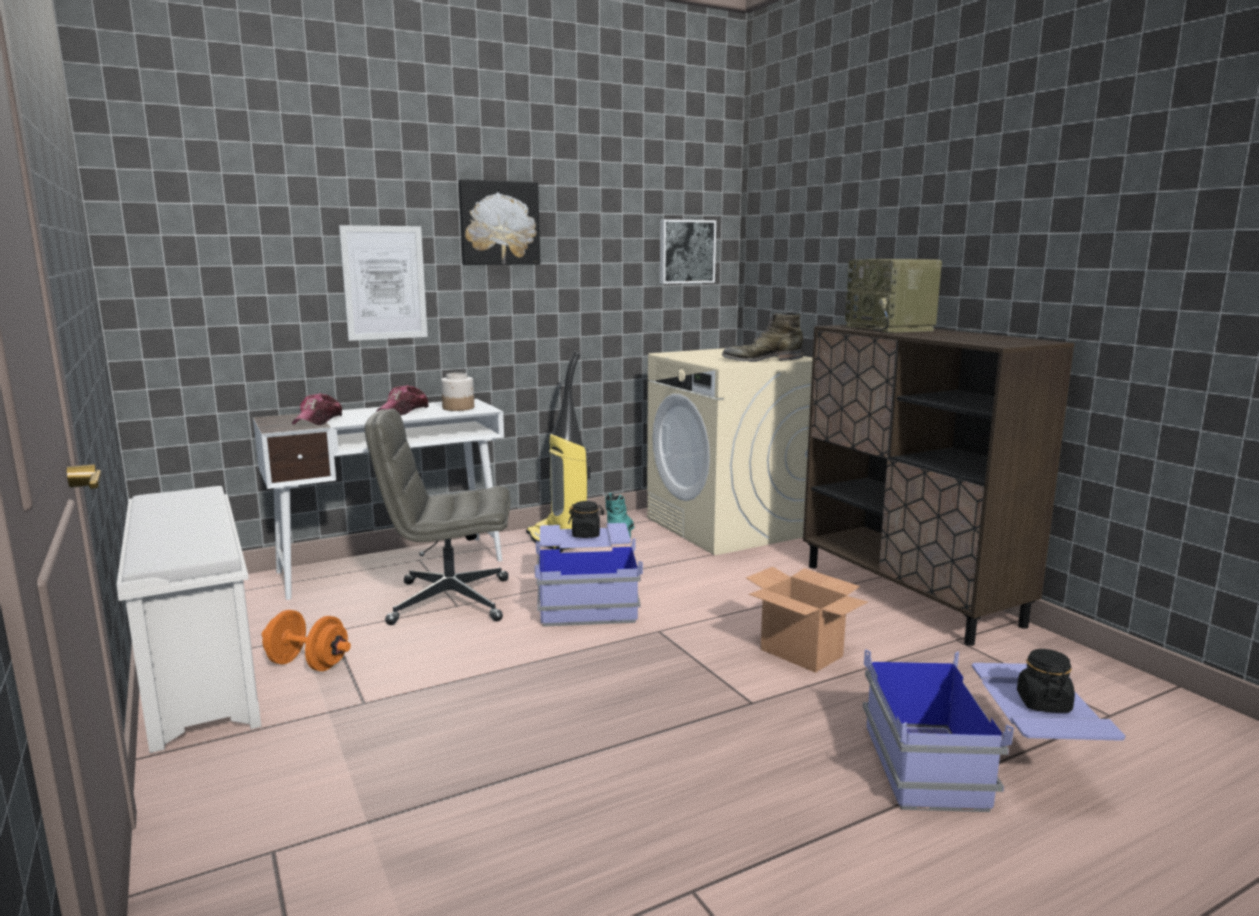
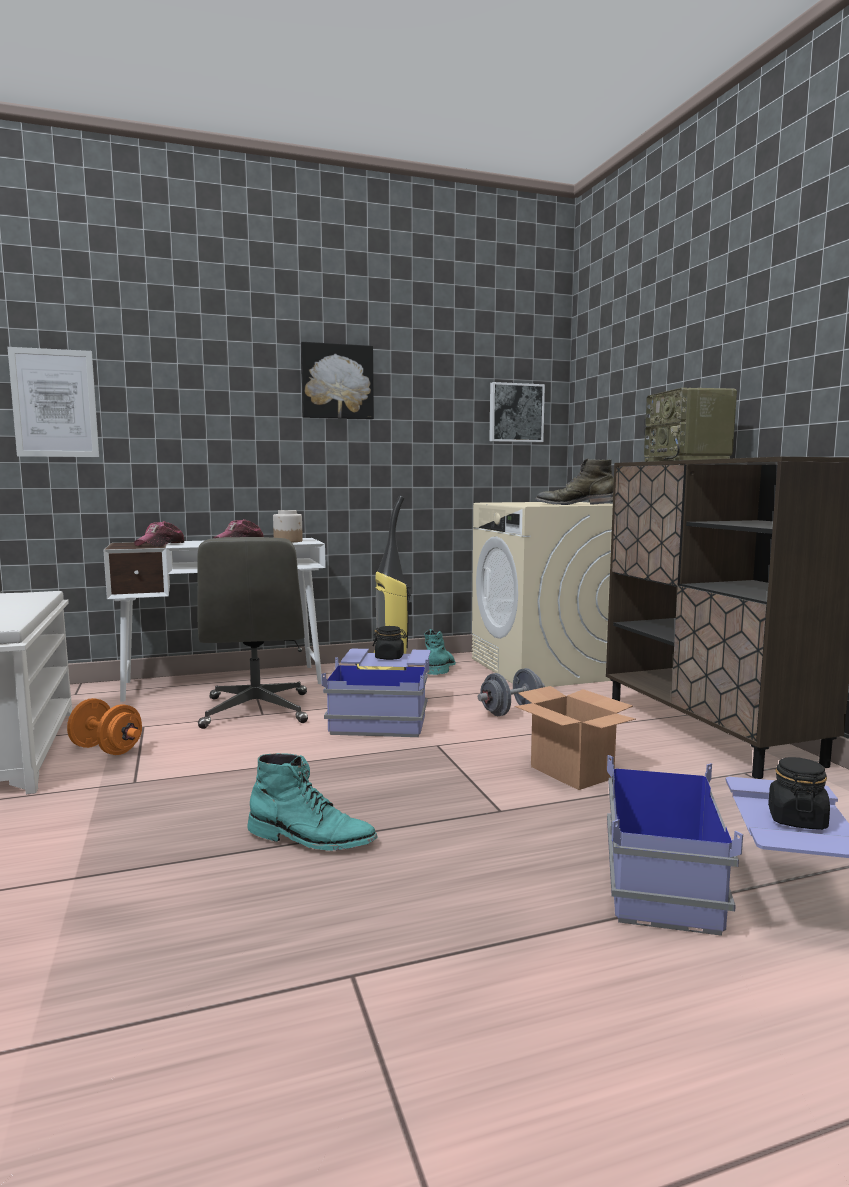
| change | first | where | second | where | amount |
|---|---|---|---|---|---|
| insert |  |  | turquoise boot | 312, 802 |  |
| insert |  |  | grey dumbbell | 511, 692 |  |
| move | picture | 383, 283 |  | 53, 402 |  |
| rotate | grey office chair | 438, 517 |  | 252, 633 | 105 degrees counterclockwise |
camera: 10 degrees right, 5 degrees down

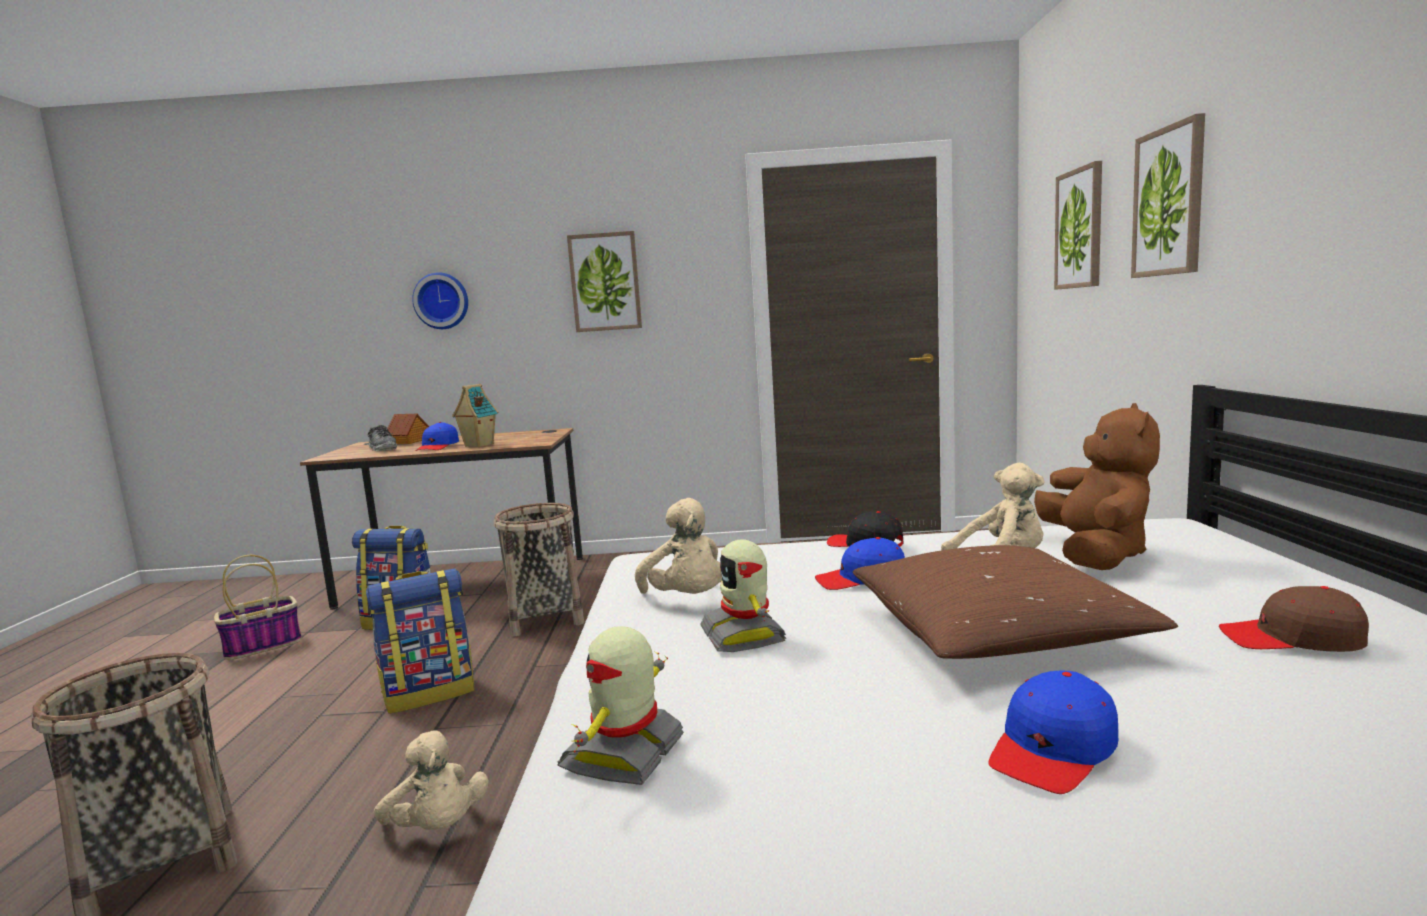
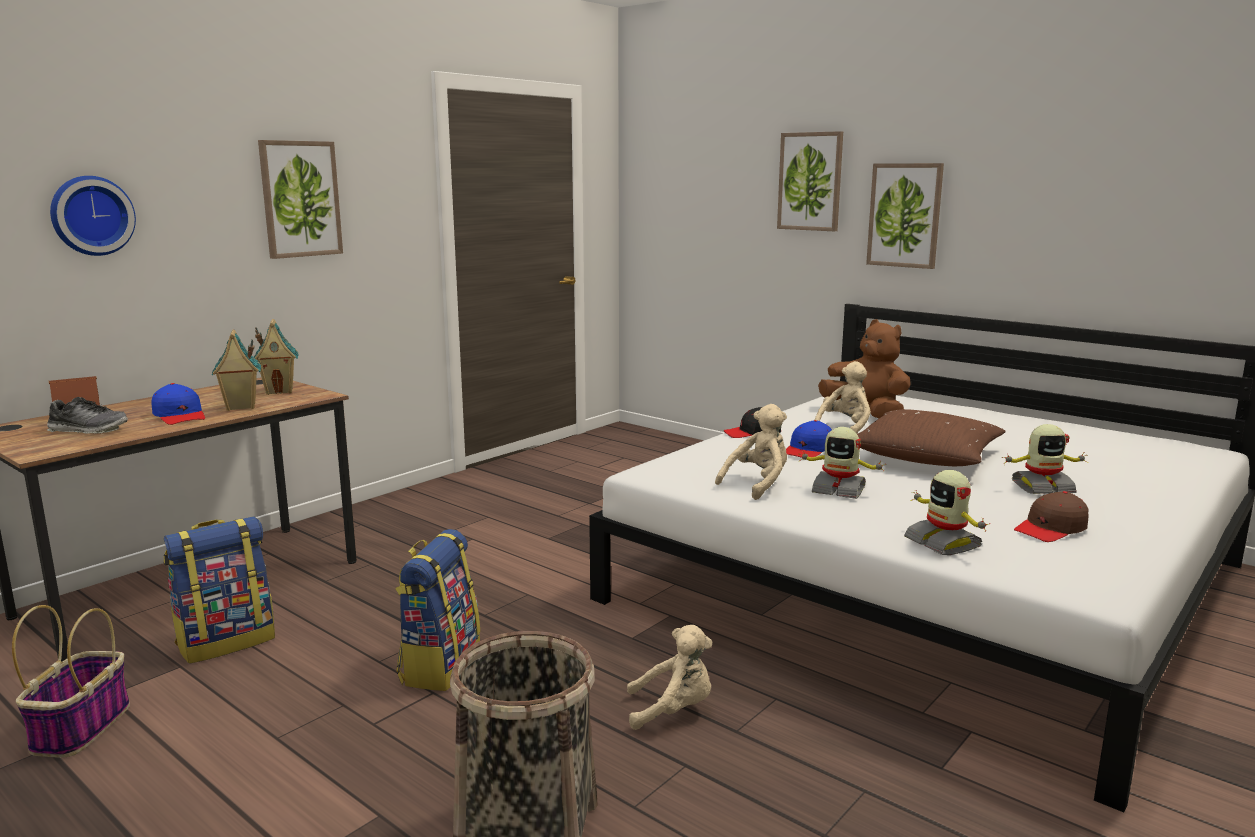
| change | first | where | second | where | amount |
|---|---|---|---|---|---|
| delete | basket | 538, 569 |  |  |  |
| insert |  |  | toy house | 276, 357 |  |
| move | picture | 1078, 225 |  | 905, 216 |  |
| move | brown cap | 1294, 619 |  | 1051, 516 |  |
| replace | blue cap | 1053, 732 | toy robot | 1045, 459 |  |
| rotate | beige plush toy | 678, 546 |  | 751, 452 | 60 degrees counterclockwise |
camera: 50 degrees left, 5 degrees up

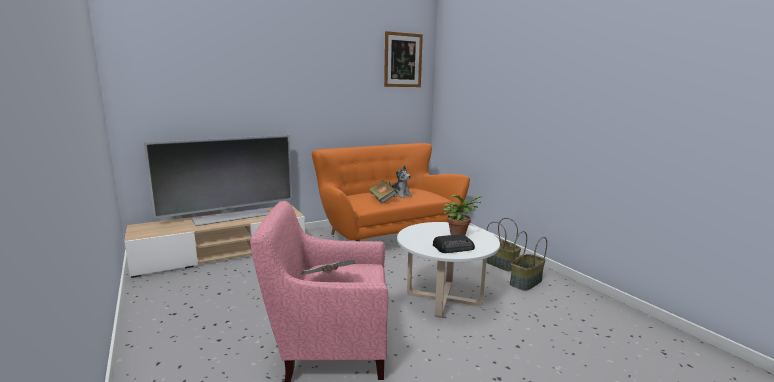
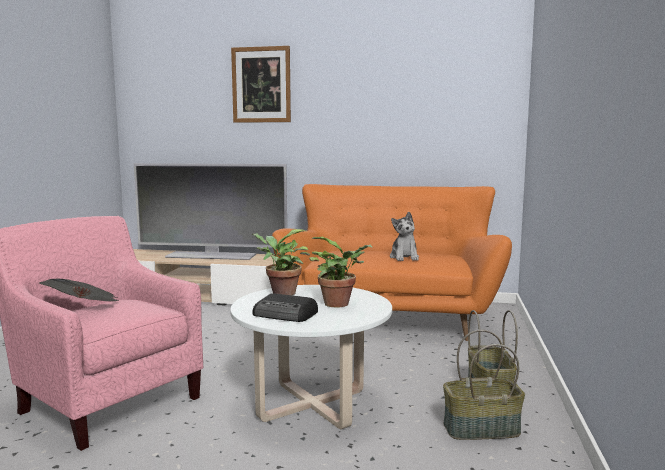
| change | first | where | second | where | amount |
|---|---|---|---|---|---|
| delete | book | 382, 192 |  |  |  |
| insert |  |  | potted plant | 280, 262 |  |
| move | picture | 403, 59 |  | 261, 84 |  |
camera: 40 degrees right, 5 degrees down

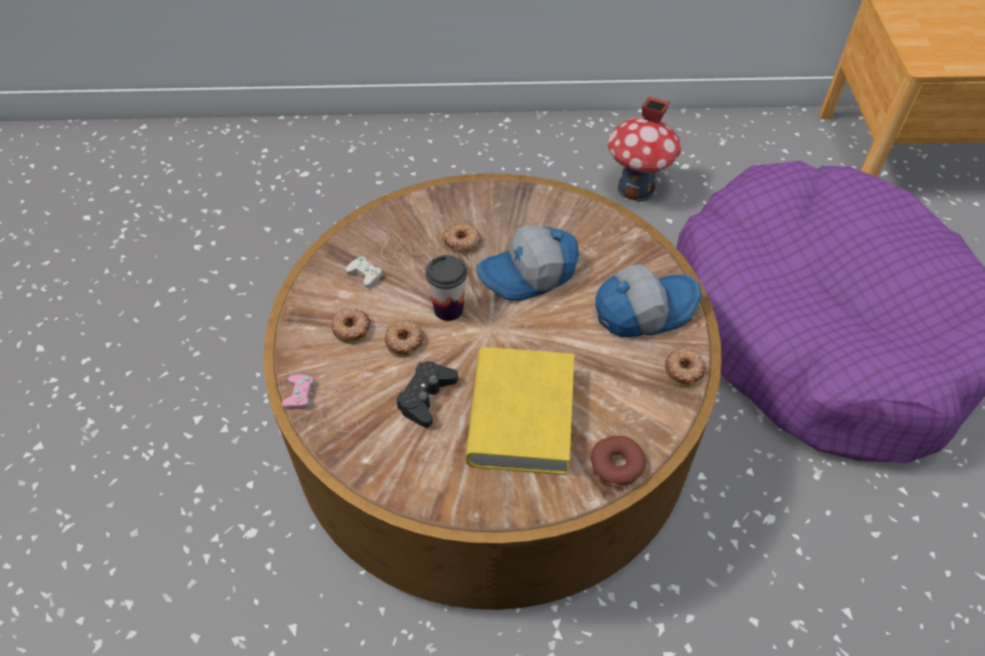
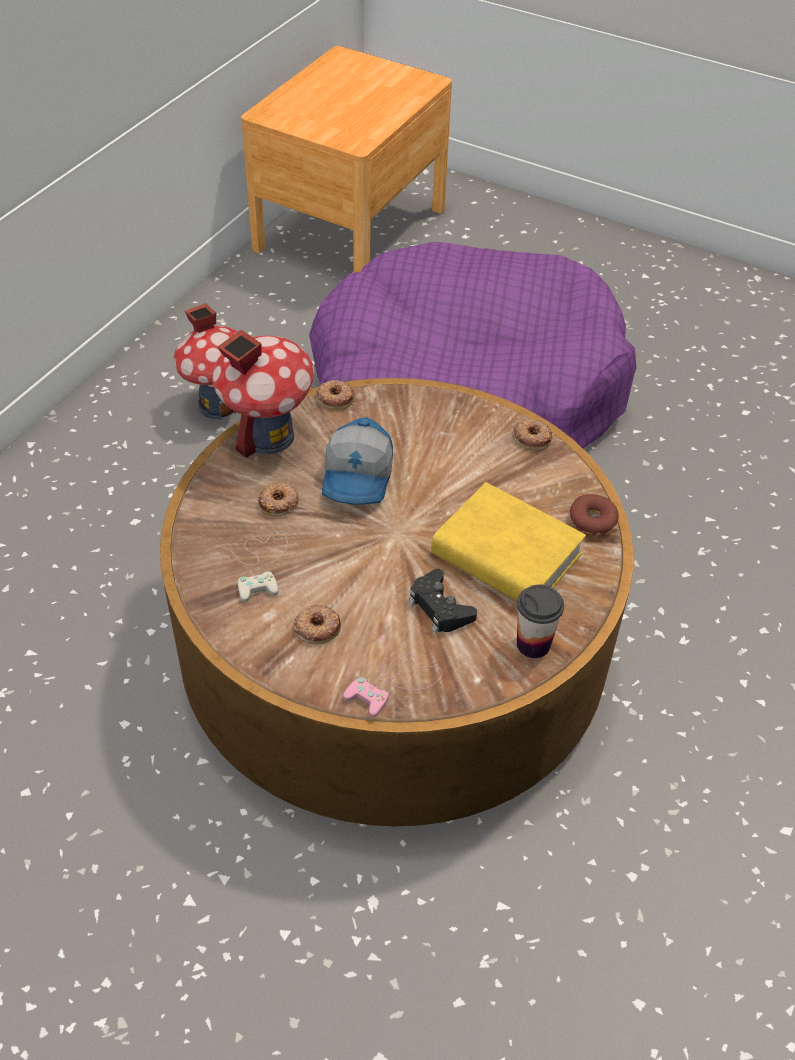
| change | first | where | second | where | amount |
|---|---|---|---|---|---|
| delete | cap | 648, 300 |  |  |  |
| insert |  |  | toy house | 263, 394 |  |
| move | donut | 404, 338 |  | 335, 395 |  |
| move | cup | 446, 288 |  | 540, 621 |  |
camera: 60 degrees left, 5 degrees down

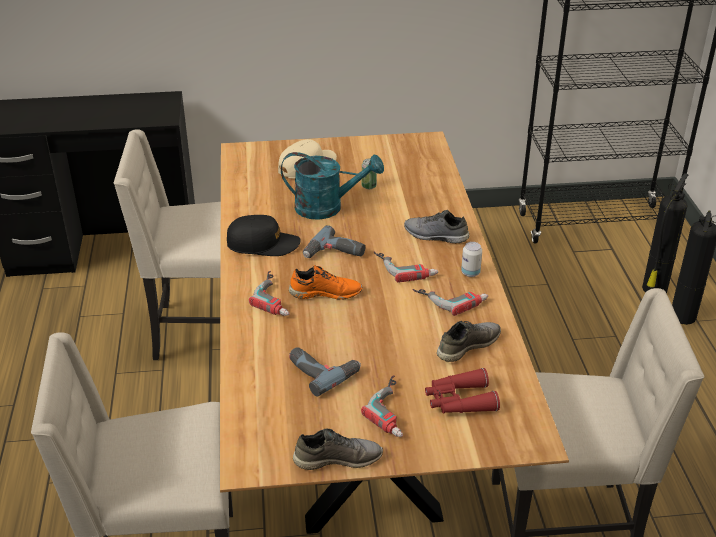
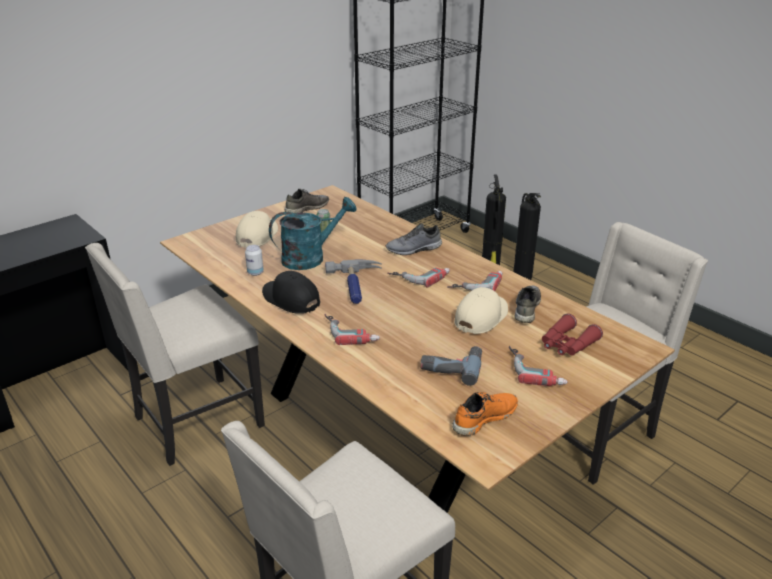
| change | first | where | second | where | amount |
|---|---|---|---|---|---|
| insert |  |  | beige cap | 481, 310 |  |
| move | orange shoe | 325, 282 |  | 485, 414 |  |
| move | grey shoe | 338, 449 |  | 307, 201 |  |
| move | can | 471, 259 |  | 254, 260 |  |
| replace | power drill | 334, 241 | hammer | 353, 281 |  |
| rotate | black cap | 264, 235 |  | 291, 292 | 105 degrees counterclockwise |
camera: 35 degrees left, 5 degrees down

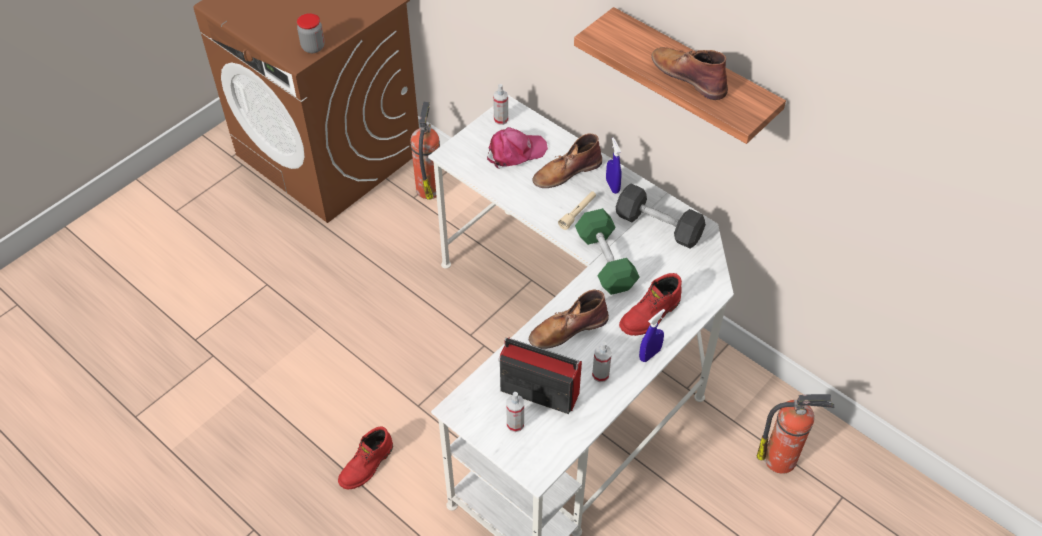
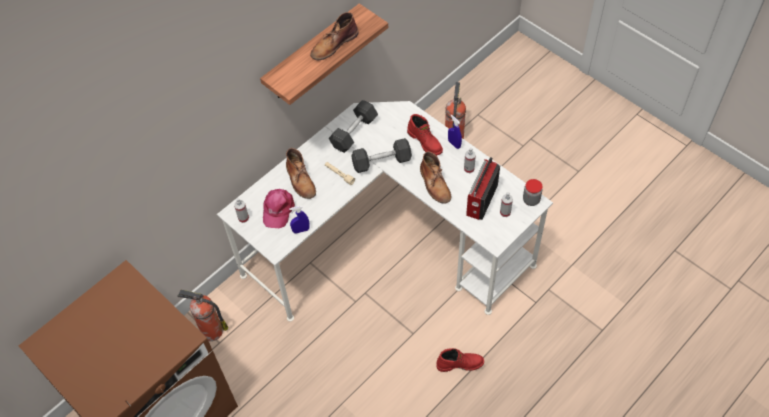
| change | first | where | second | where | amount |
|---|---|---|---|---|---|
| move | jar | 311, 33 |  | 533, 192 |  |
| move | blue spray bottle | 614, 165 |  | 299, 220 |  |
| recolor | green dumbbell | 607, 251 | grey dumbbell | 381, 155 |  |
| rotate | red boot | 365, 457 |  | 460, 360 | 45 degrees counterclockwise |
| rotate | pink cap | 517, 148 |  | 279, 208 | 150 degrees counterclockwise |
camera: 85 degrees left, 5 degrees up

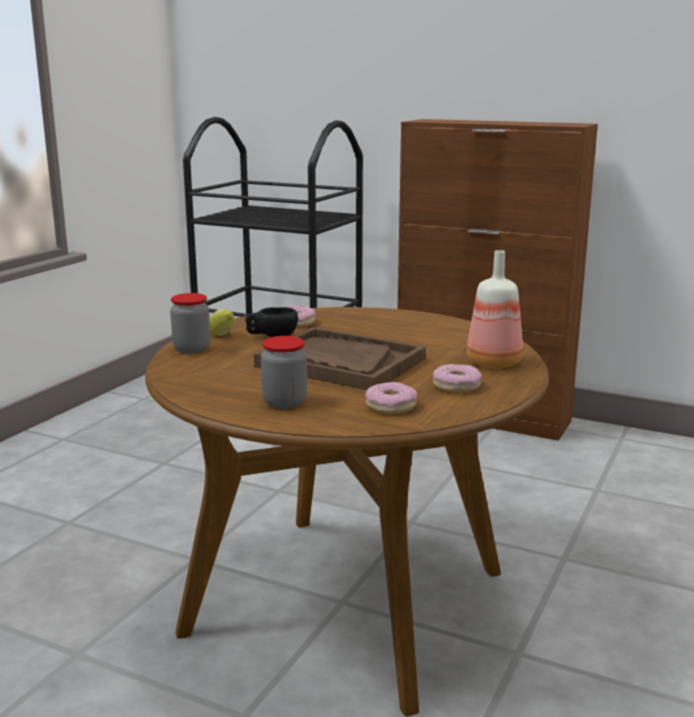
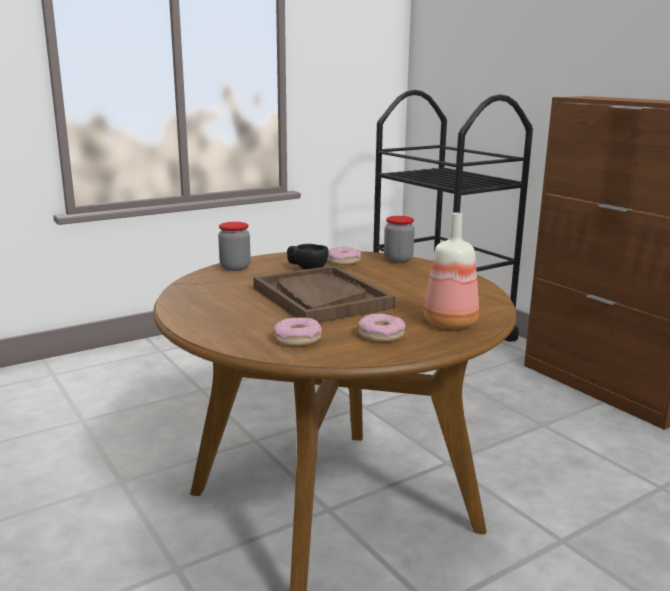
| change | first | where | second | where | amount |
|---|---|---|---|---|---|
| delete | lemon | 221, 322 |  |  |  |
| move | jar | 284, 372 |  | 399, 239 |  |
camera: 30 degrees right, 0 degrees up

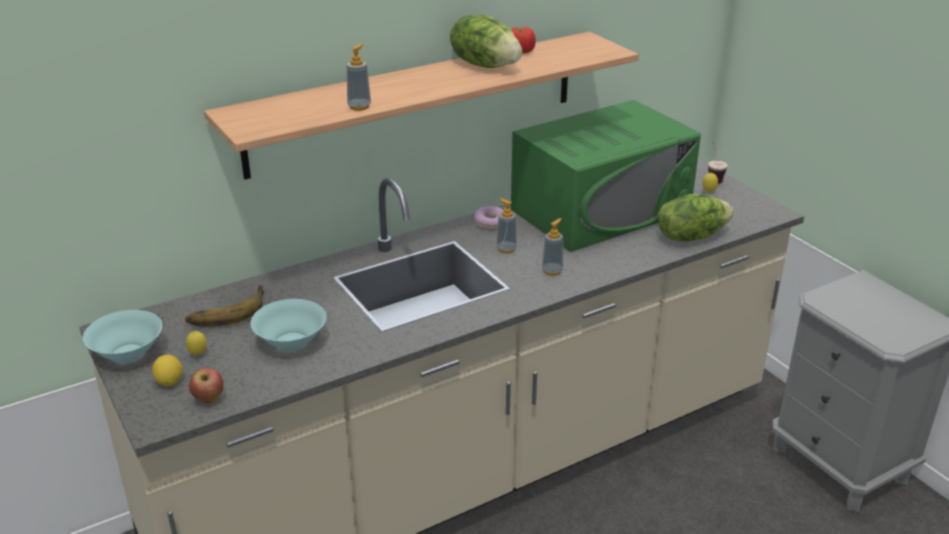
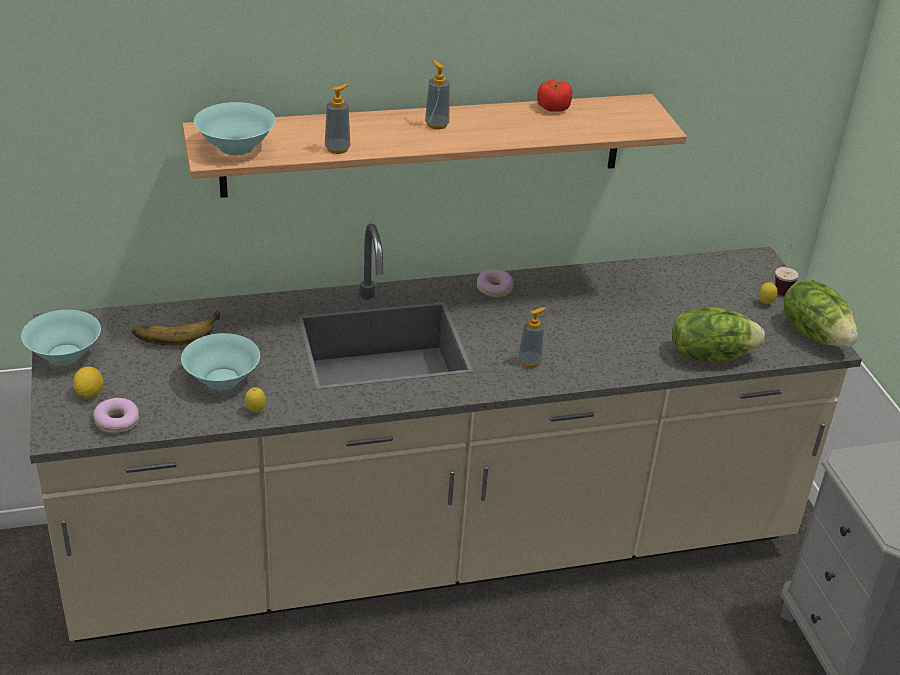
| change | first | where | second | where | amount |
|---|---|---|---|---|---|
| delete | green microwave | 606, 176 |  |  |  |
| insert |  |  | turquoise bowl | 235, 129 |  |
| move | lemon | 196, 343 |  | 255, 399 |  |
| move | lettuce | 486, 41 |  | 820, 314 |  |
| move | soap dispenser | 506, 226 |  | 437, 95 |  |
| replace | apple | 206, 386 | donut | 116, 415 |  |
camera: 15 degrees right, 5 degrees up

